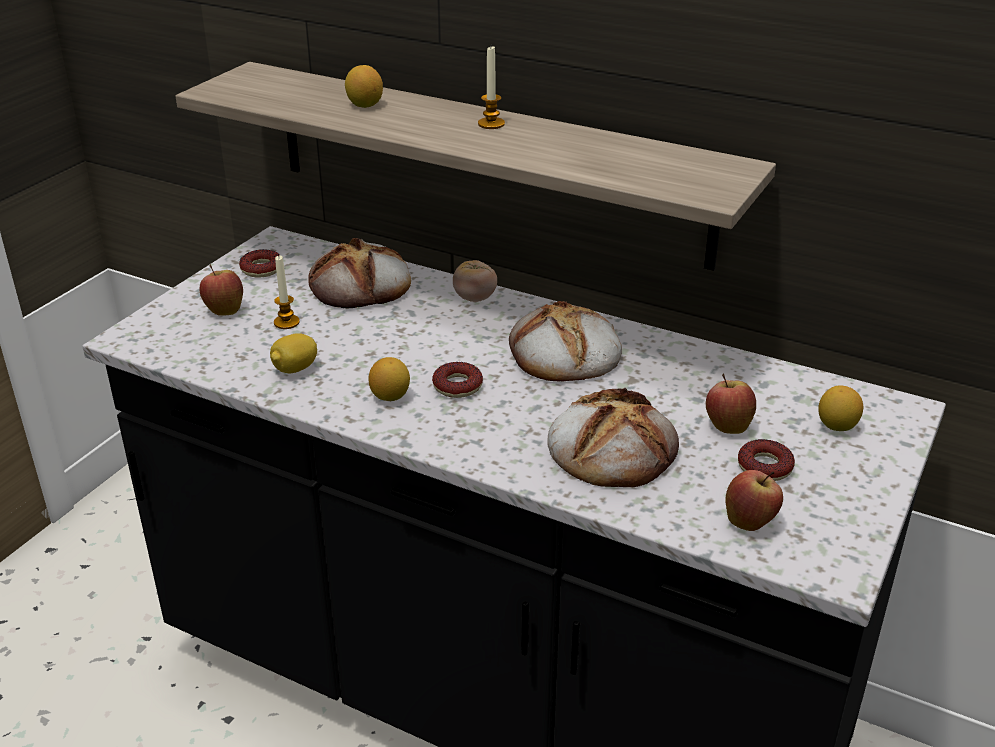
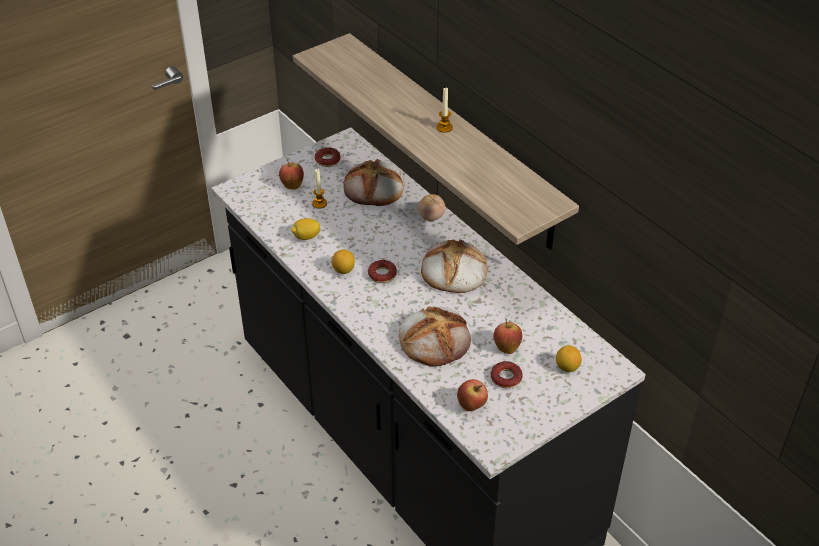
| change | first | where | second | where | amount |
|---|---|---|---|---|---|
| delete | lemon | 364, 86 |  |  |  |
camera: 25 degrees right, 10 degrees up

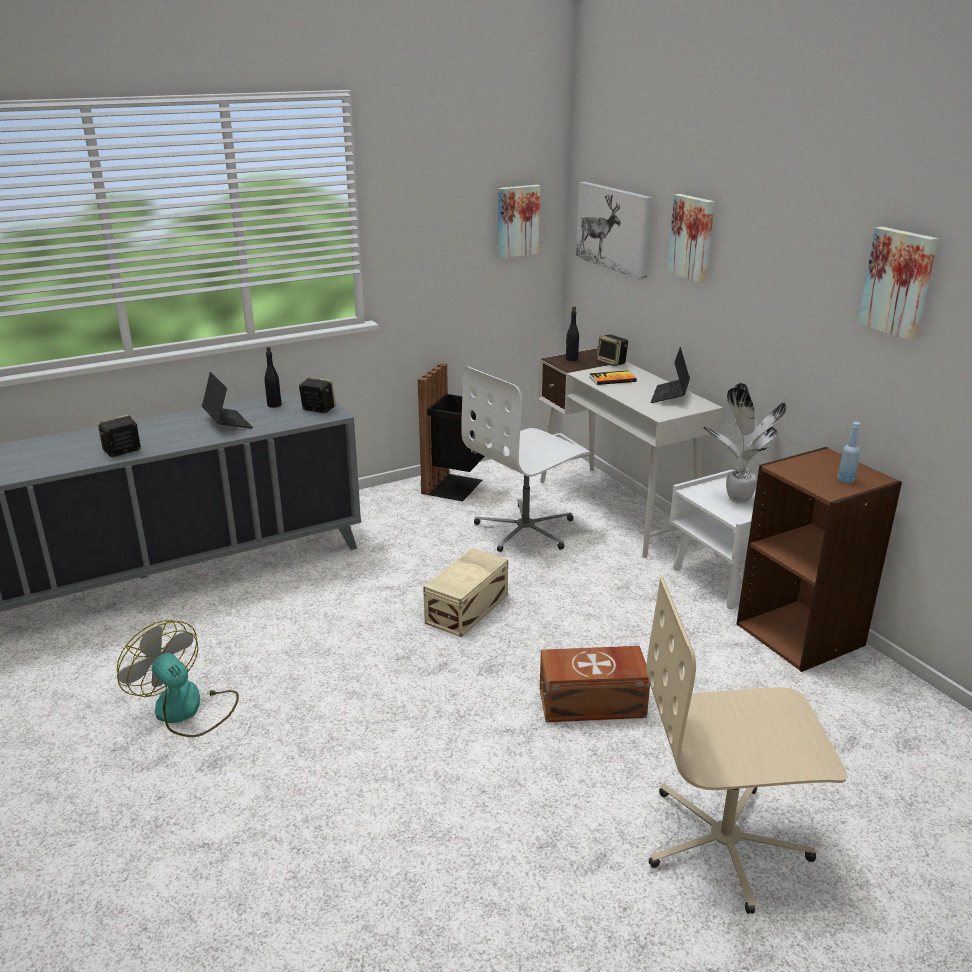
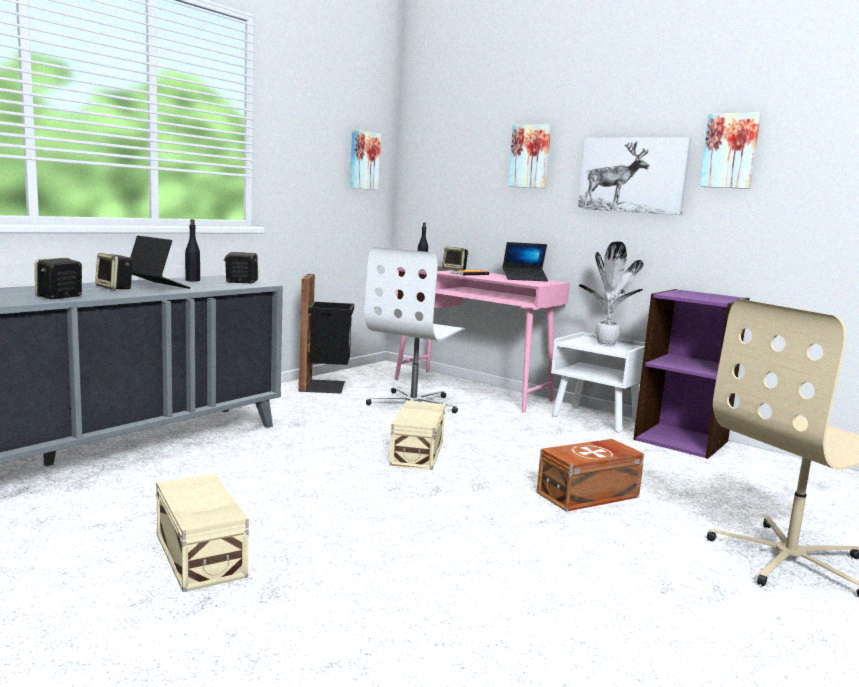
| change | first | where | second | where | amount |
|---|---|---|---|---|---|
| delete | blue bottle | 849, 452 |  |  |  |
| insert |  |  | speaker | 114, 271 |  |
| move | picture | 614, 231 |  | 635, 176 |  |
| replace | fan | 178, 678 | beige storage box | 202, 533 |  |
| recolor | white desk | 630, 453 | pink desk | 482, 339 |  |
| recolor | brown bookcase | 819, 559 | purple bookcase | 691, 374 |  |
| rotate | laptop | 670, 375 |  | 525, 262 | 90 degrees counterclockwise |
camera: 25 degrees left, 15 degrees down

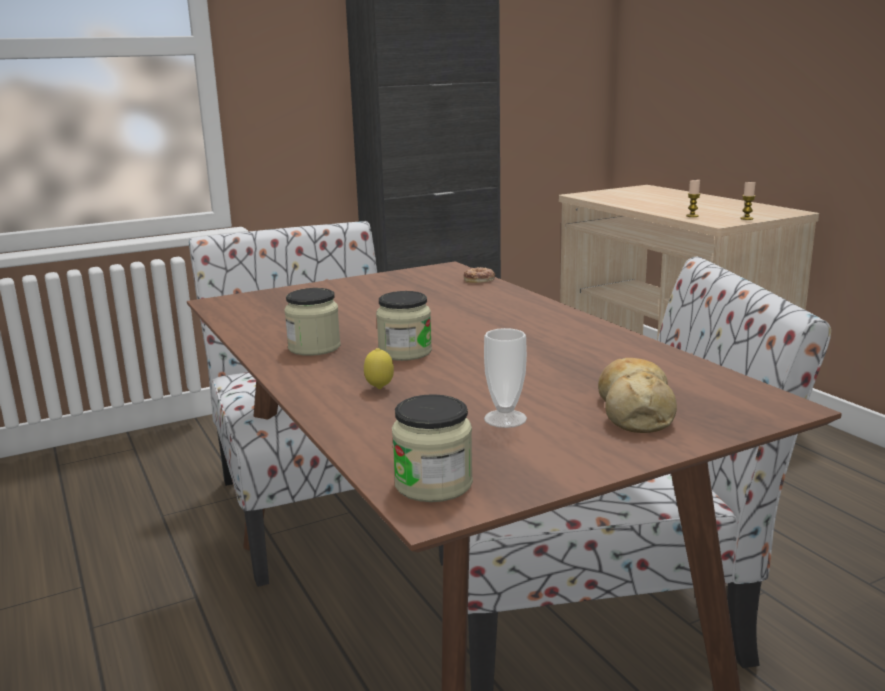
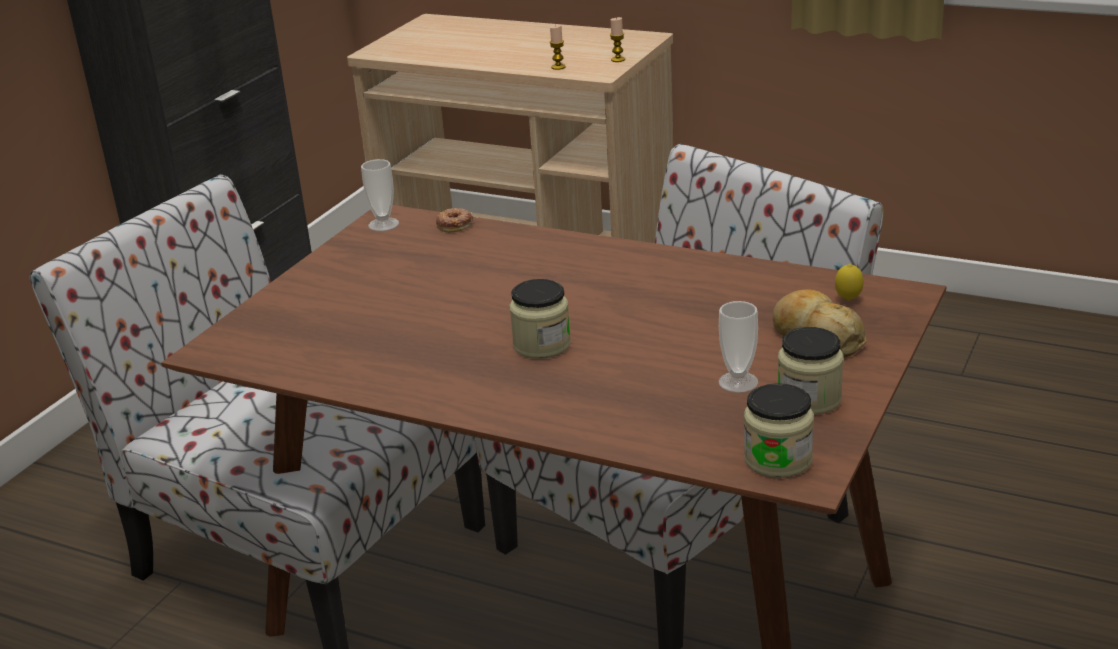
| change | first | where | second | where | amount |
|---|---|---|---|---|---|
| insert |  |  | cup | 380, 195 |  |
| move | jar | 313, 322 |  | 810, 371 |  |
| move | lemon | 379, 368 |  | 849, 282 |  |
camera: 35 degrees left, 10 degrees up

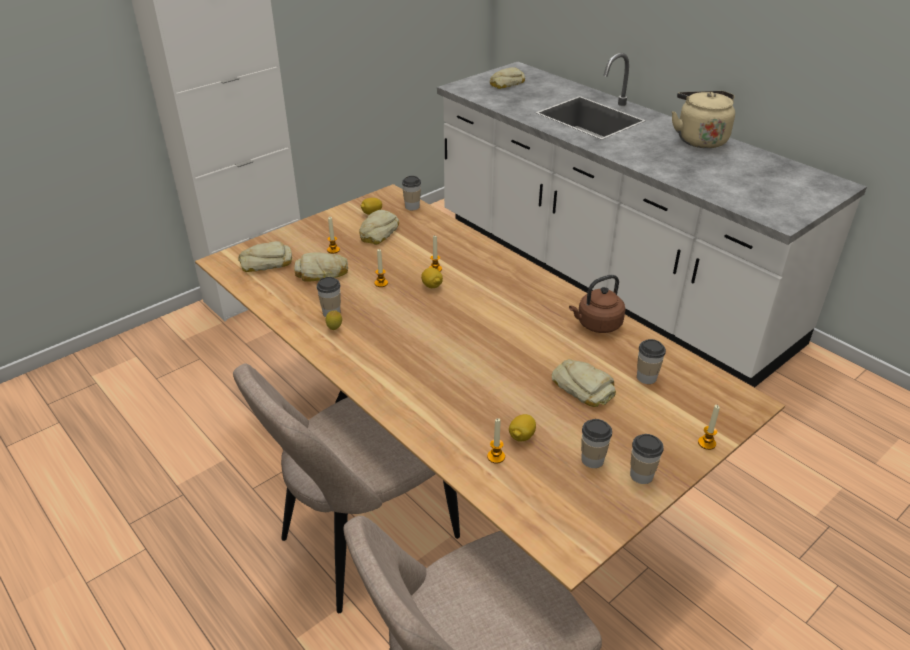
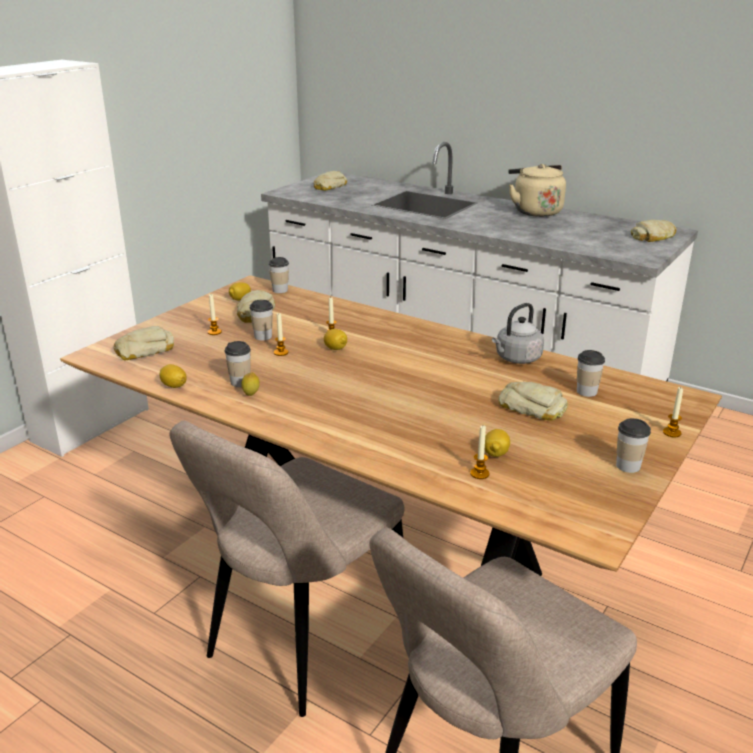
| change | first | where | second | where | amount |
|---|---|---|---|---|---|
| insert |  |  | lemon | 173, 376 |  |
| move | bread | 321, 267 |  | 654, 231 |  |
| move | cup | 596, 443 |  | 261, 319 |  |
| recolor | brown kettle | 597, 304 | grey kettle | 518, 333 |  |
camera: 15 degrees left, 10 degrees down

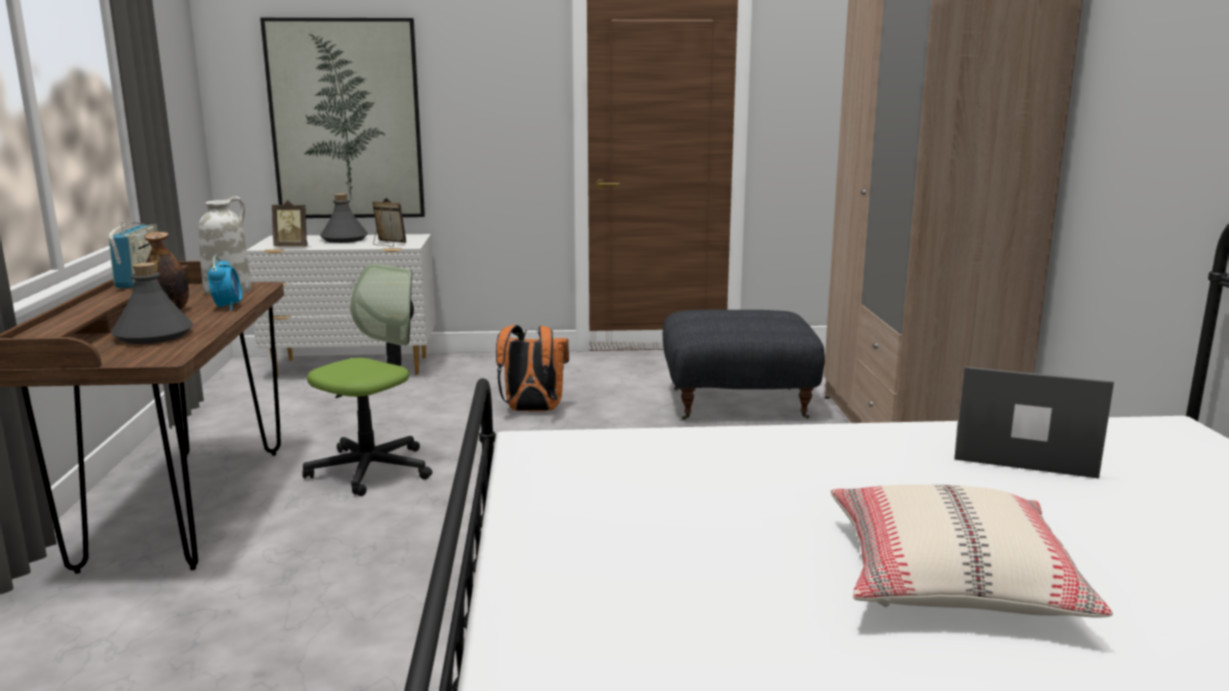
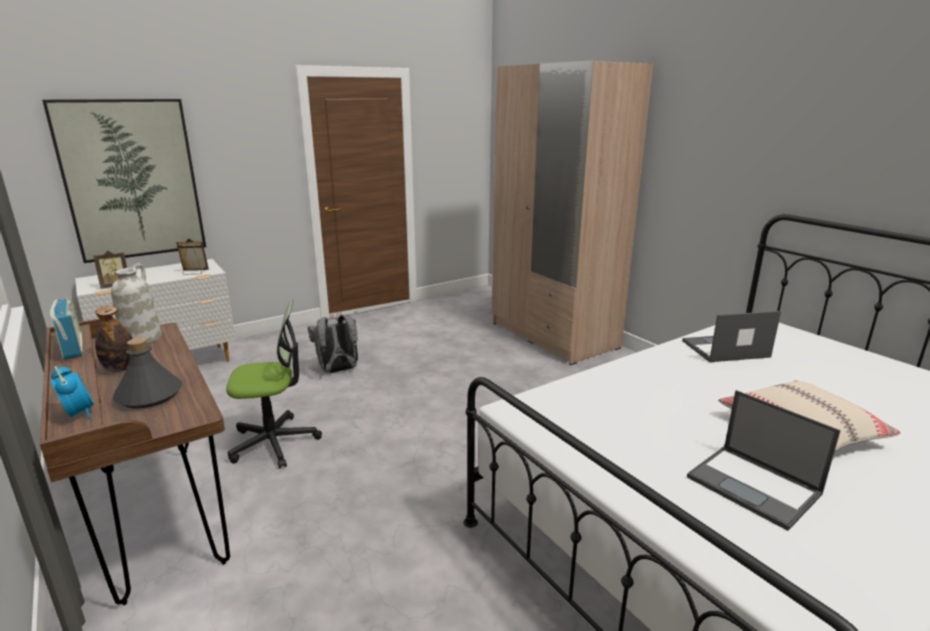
| change | first | where | second | where | amount |
|---|---|---|---|---|---|
| delete | grey bottle | 344, 218 |  |  |  |
| delete | grey ottoman | 744, 365 |  |  |  |
| insert |  |  | laptop | 764, 460 |  |
| move | alarm clock | 225, 283 |  | 72, 392 |  |
| recolor | orange backpack | 532, 368 | grey backpack | 333, 344 |  |
| rotate | office chair | 367, 379 |  | 274, 384 | 75 degrees clockwise |
camera: 30 degrees left, 5 degrees up

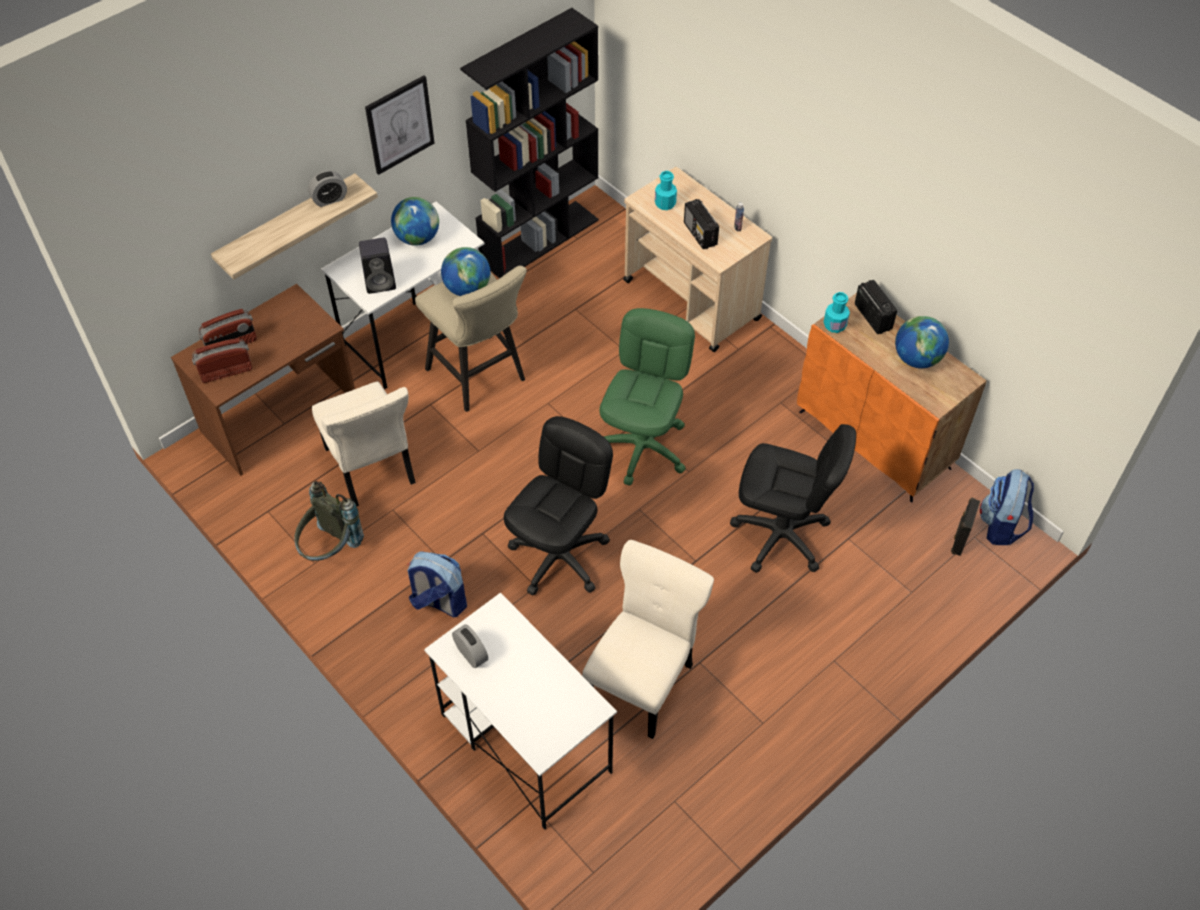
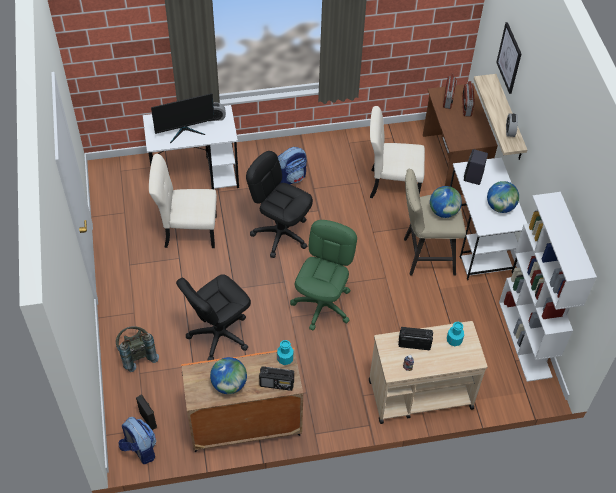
| change | first | where | second | where | amount |
|---|---|---|---|---|---|
| insert |  |  | monitor | 183, 118 |  |
| move | grey backpack | 329, 521 |  | 137, 349 |  |
| move | picture | 399, 125 |  | 508, 58 |  |
| recolor | black bookcase | 529, 143 | white bookcase | 548, 287 |  |
| rotate | black office chair | 558, 505 |  | 279, 204 | 150 degrees clockwise |
| rotate | beige chair | 648, 639 |  | 183, 201 | 120 degrees clockwise |
| rotate | green office chair | 647, 397 |  | 323, 275 | 120 degrees counterclockwise |
camera: 120 degrees right, 0 degrees up

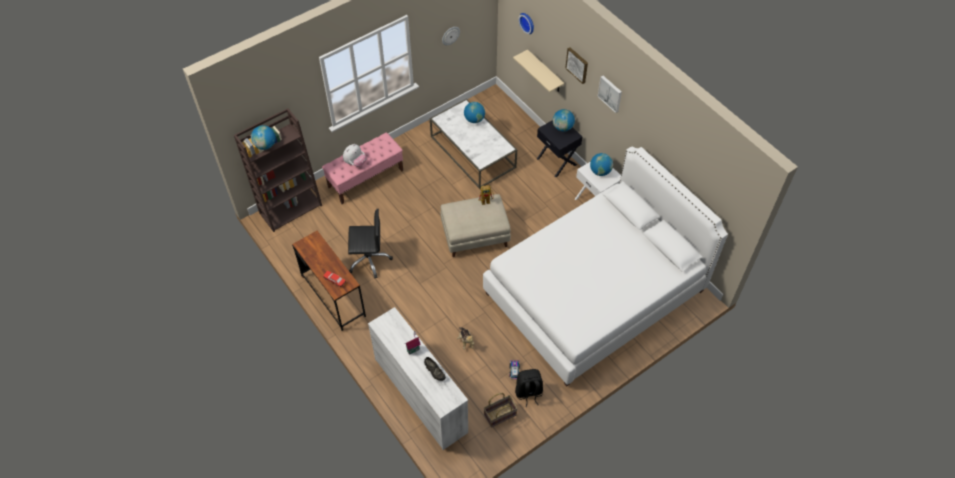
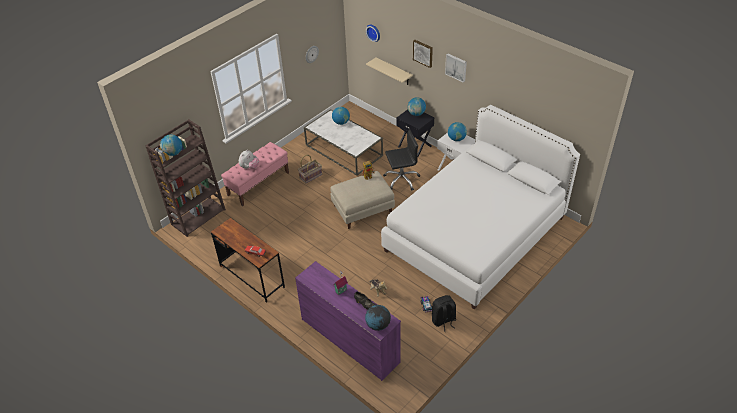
| change | first | where | second | where | amount |
|---|---|---|---|---|---|
| insert |  |  | globe | 378, 318 |  |
| move | black office chair | 370, 243 |  | 401, 160 |  |
| move | basket | 501, 410 |  | 310, 169 |  |
| recolor | white dresser | 418, 378 | purple dresser | 348, 321 |  |
camera: 10 degrees left, 10 degrees down

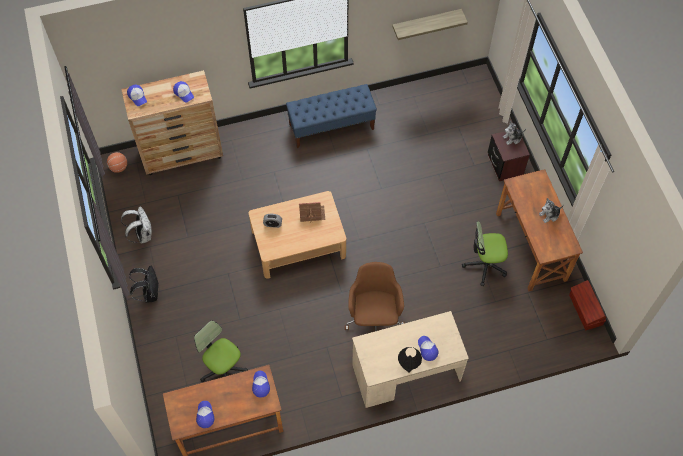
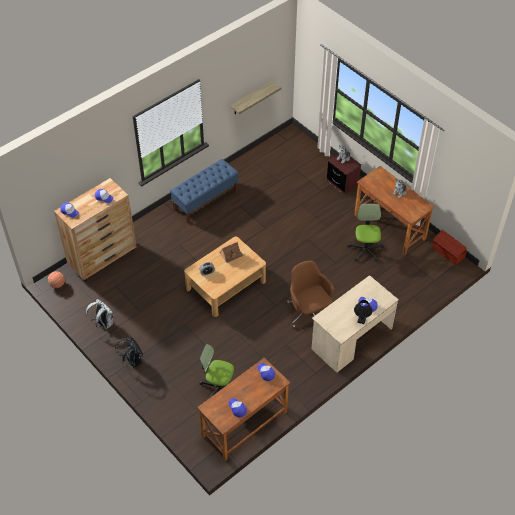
| change | first | where | second | where | amount |
|---|---|---|---|---|---|
| rotate | office chair | 485, 253 |  | 365, 232 | 120 degrees clockwise |
camera: 25 degrees left, 10 degrees down

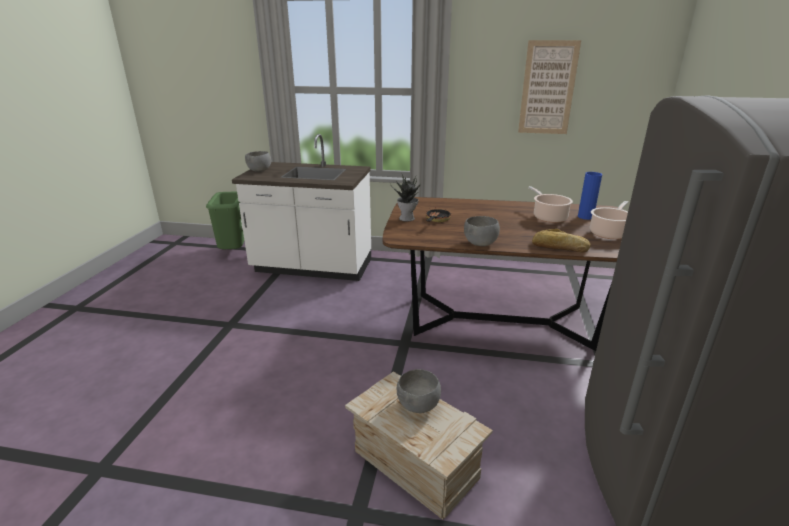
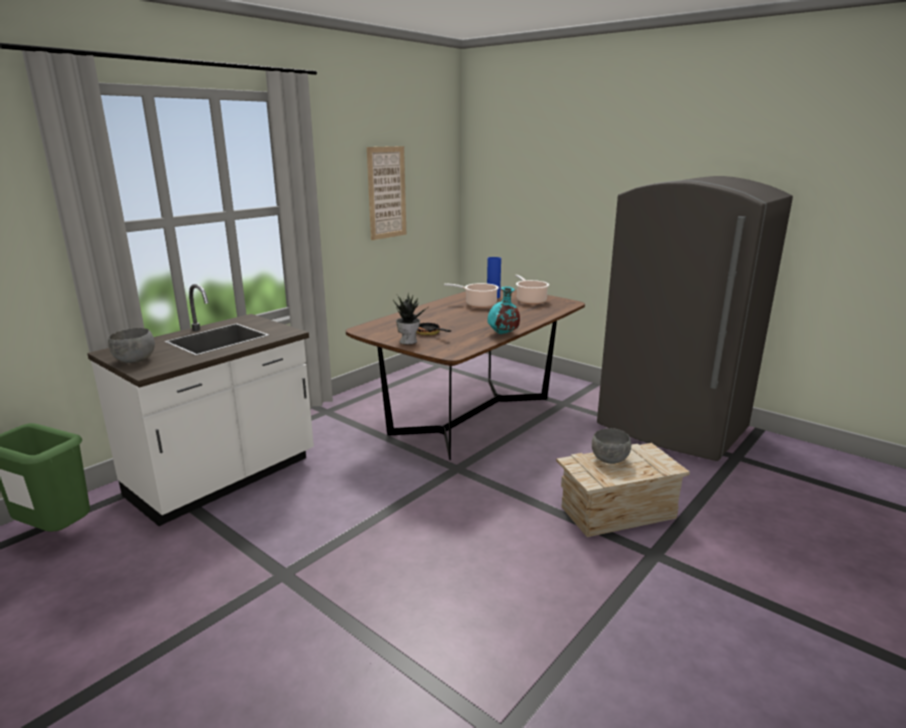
| change | first | where | second | where | amount |
|---|---|---|---|---|---|
| delete | bread | 561, 241 |  |  |  |
| replace | grey bowl | 482, 231 | turquoise vase | 503, 310 |  |
camera: 60 degrees left, 5 degrees down

